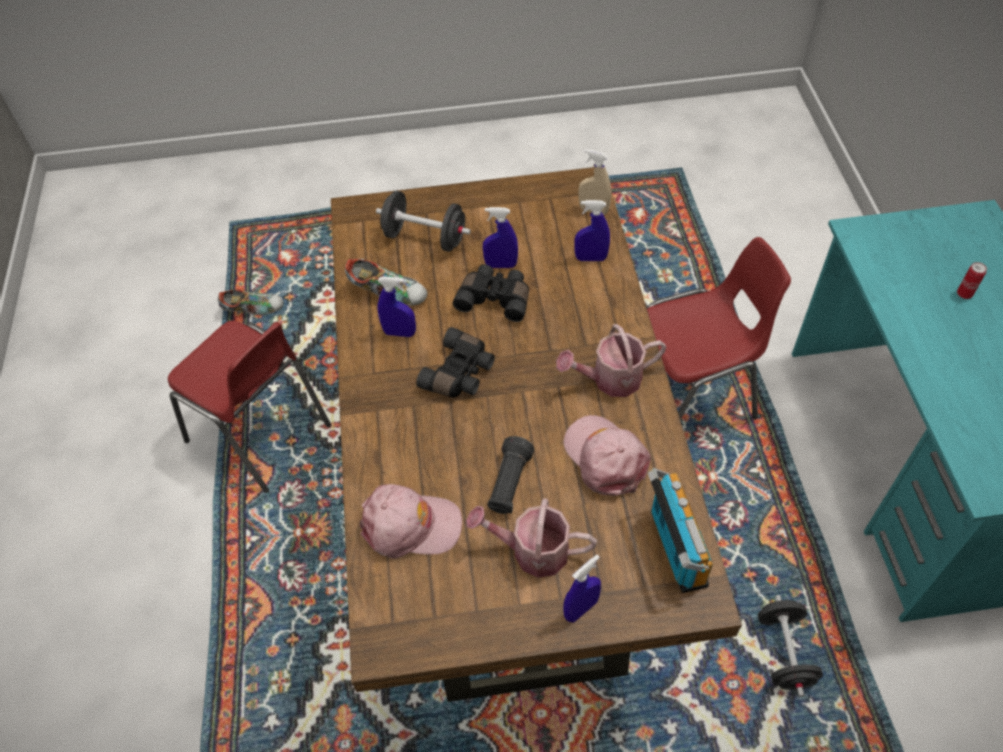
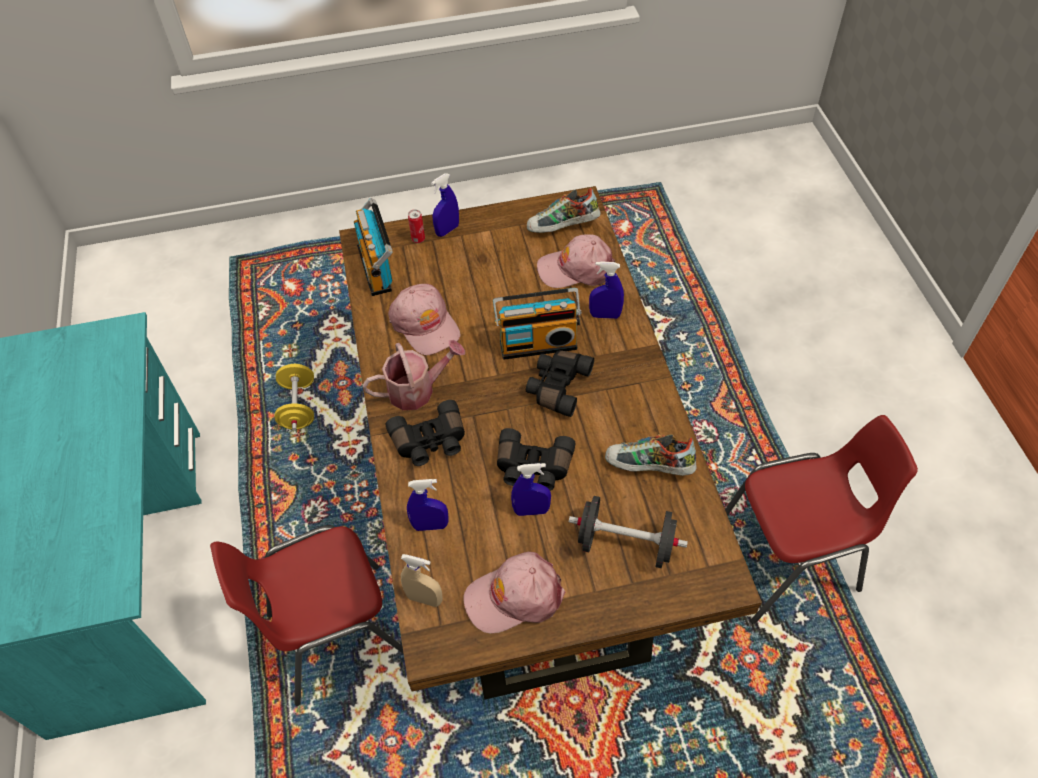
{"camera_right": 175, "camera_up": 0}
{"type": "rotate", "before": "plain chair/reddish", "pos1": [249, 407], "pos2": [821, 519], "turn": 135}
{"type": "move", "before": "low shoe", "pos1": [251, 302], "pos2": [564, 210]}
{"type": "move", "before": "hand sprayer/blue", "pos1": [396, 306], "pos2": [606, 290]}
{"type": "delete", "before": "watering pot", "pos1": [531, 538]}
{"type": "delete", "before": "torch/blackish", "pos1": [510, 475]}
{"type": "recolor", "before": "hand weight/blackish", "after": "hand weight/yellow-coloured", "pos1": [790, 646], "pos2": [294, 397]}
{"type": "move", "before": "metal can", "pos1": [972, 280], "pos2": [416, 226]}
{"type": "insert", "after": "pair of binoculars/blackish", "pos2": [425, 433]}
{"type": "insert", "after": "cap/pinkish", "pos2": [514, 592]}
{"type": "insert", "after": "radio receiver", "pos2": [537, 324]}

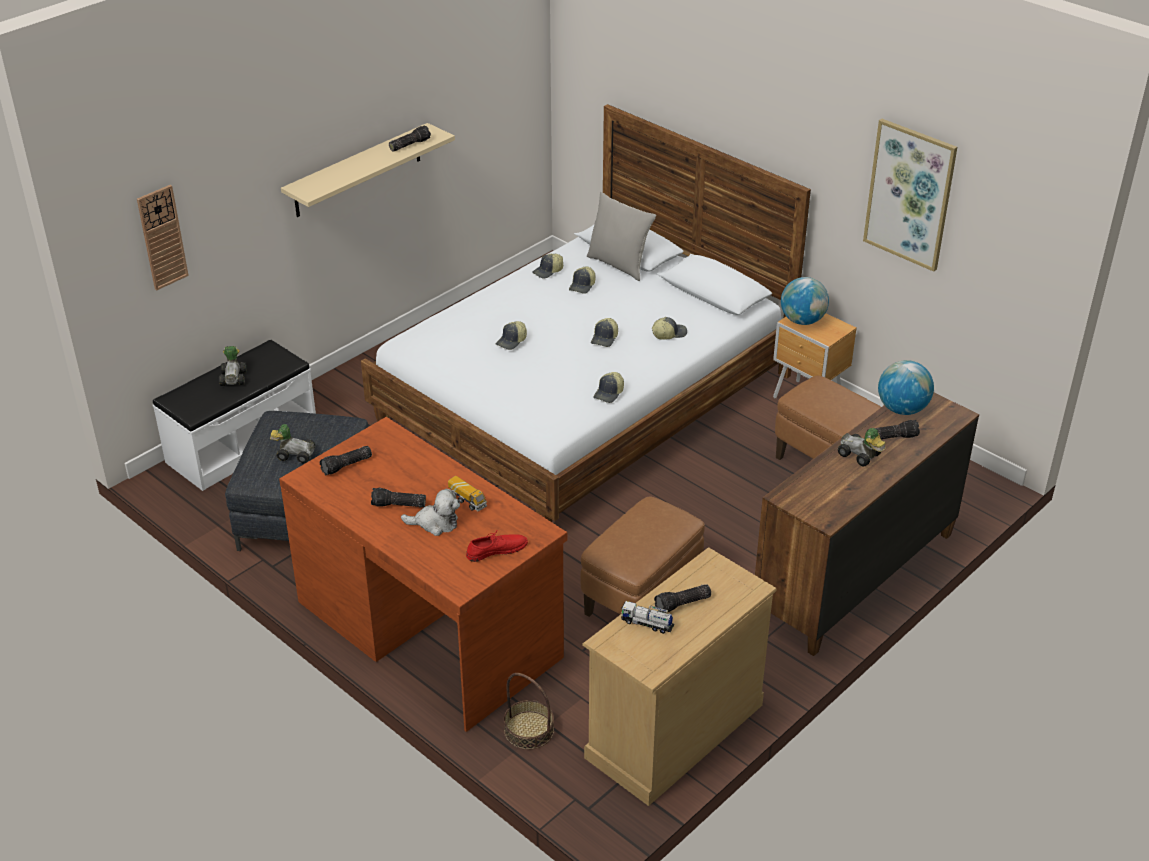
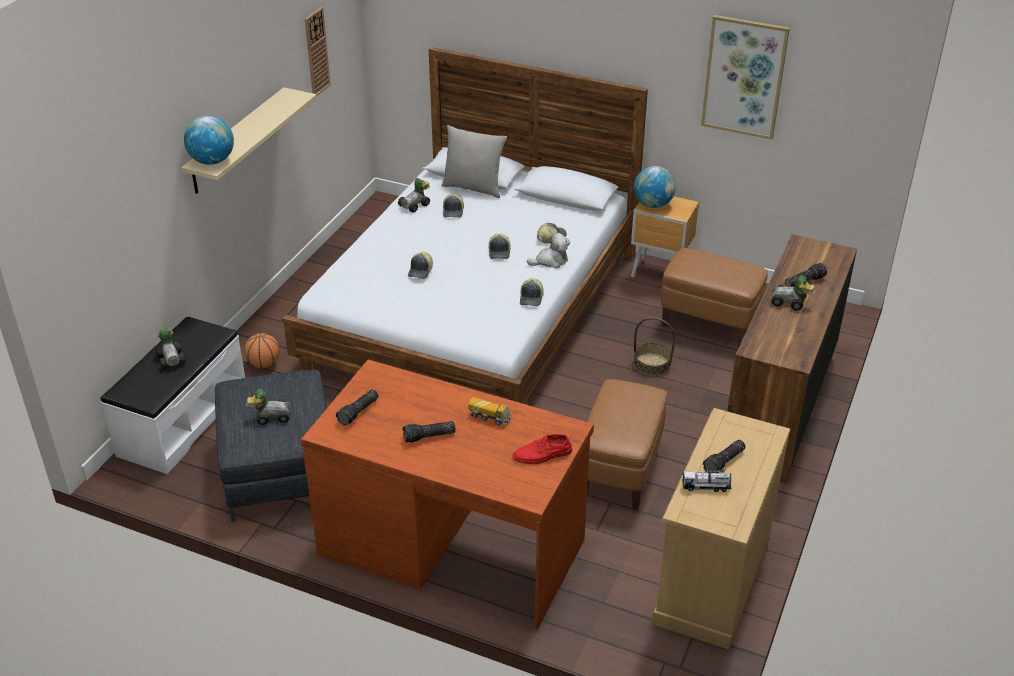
{"camera_right": -20, "camera_up": 0}
{"type": "move", "before": "clock on the wall", "pos1": [163, 237], "pos2": [318, 51]}
{"type": "delete", "before": "torch", "pos1": [410, 138]}
{"type": "move", "before": "plush toy", "pos1": [430, 512], "pos2": [548, 251]}
{"type": "rotate", "before": "low shoe/reddish", "pos1": [497, 546], "pos2": [542, 449], "turn": -150}
{"type": "move", "before": "basket", "pos1": [529, 711], "pos2": [654, 346]}
{"type": "replace", "before": "cap", "after": "miniature car", "pos1": [547, 266], "pos2": [414, 195]}
{"type": "move", "before": "world globe", "pos1": [906, 387], "pos2": [209, 140]}
{"type": "insert", "after": "ball for basketball", "pos2": [262, 350]}

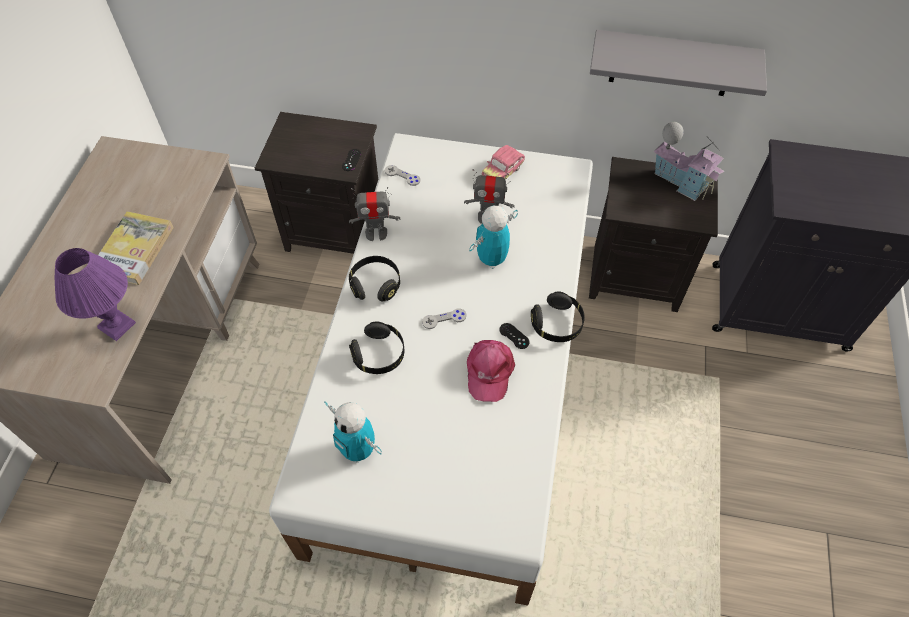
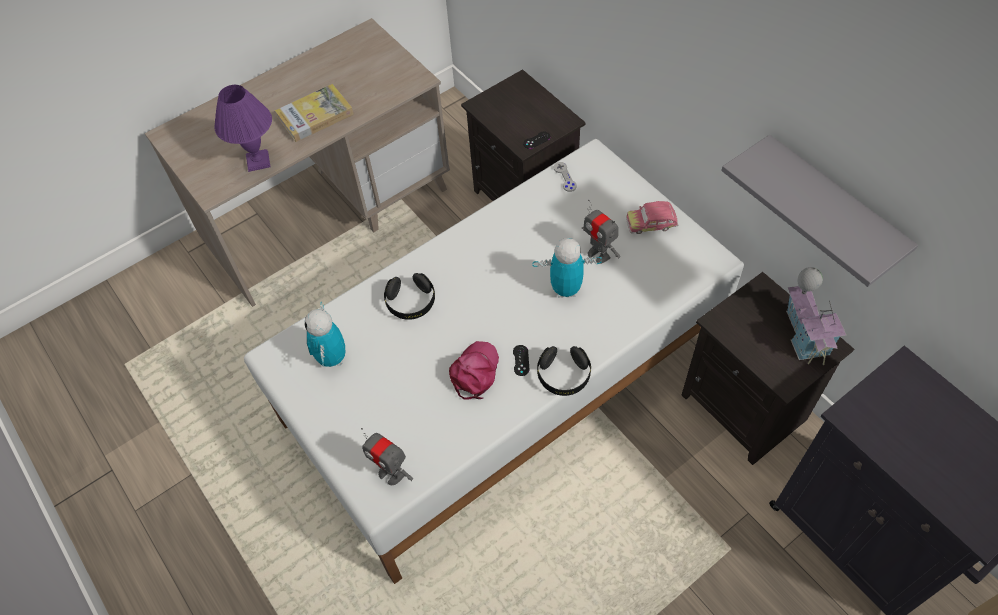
{"camera_right": 45, "camera_up": 0}
{"type": "move", "before": "robot figure", "pos1": [374, 214], "pos2": [387, 456]}
{"type": "delete", "before": "headset/blackish", "pos1": [374, 278]}
{"type": "delete", "before": "game controller/greyish", "pos1": [444, 318]}
{"type": "rotate", "before": "cap/pinkish", "pos1": [491, 371], "pos2": [474, 370], "turn": 150}

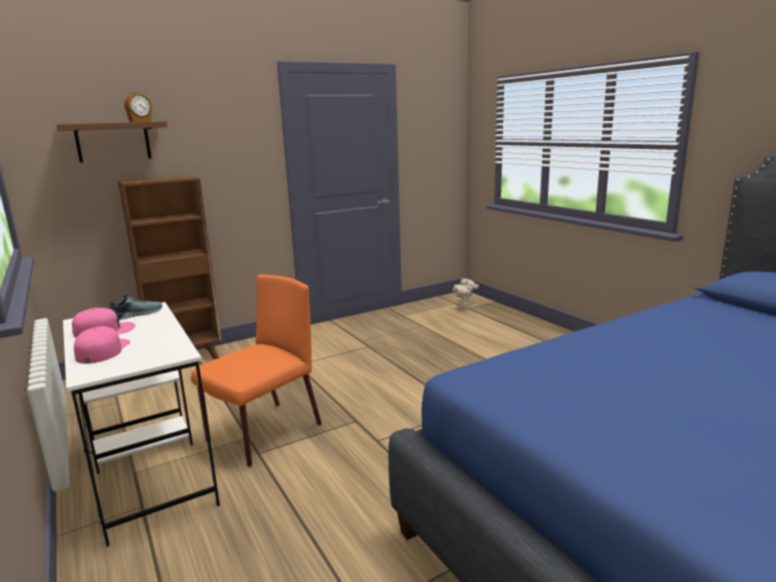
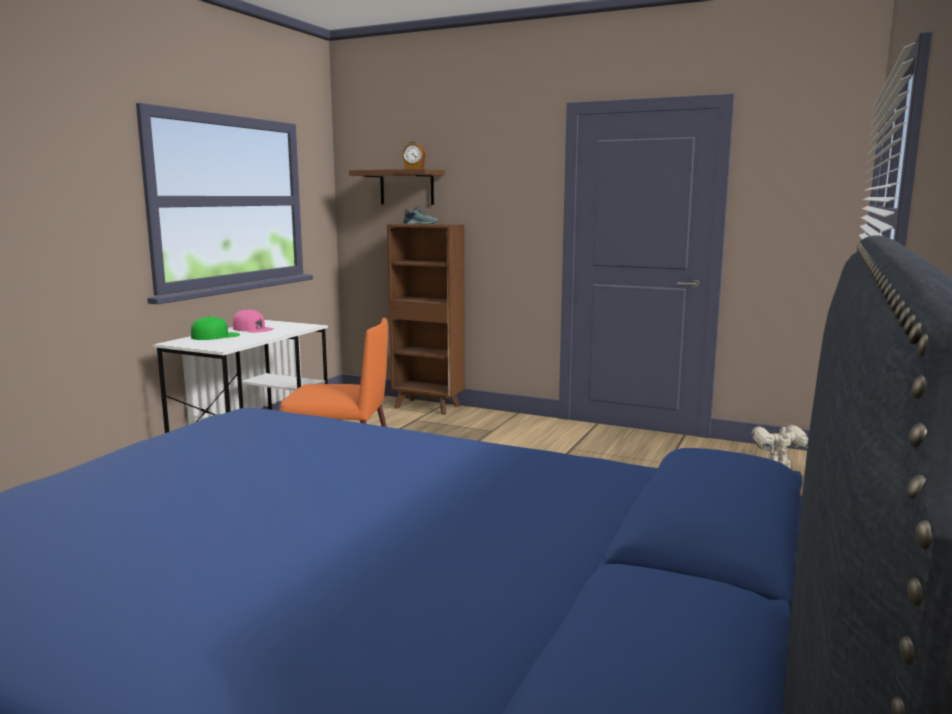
{"camera_right": 55, "camera_up": -5}
{"type": "recolor", "before": "cap/pinkish", "after": "cap/greenish", "pos1": [102, 345], "pos2": [215, 328]}
{"type": "move", "before": "low shoe", "pos1": [135, 307], "pos2": [420, 215]}

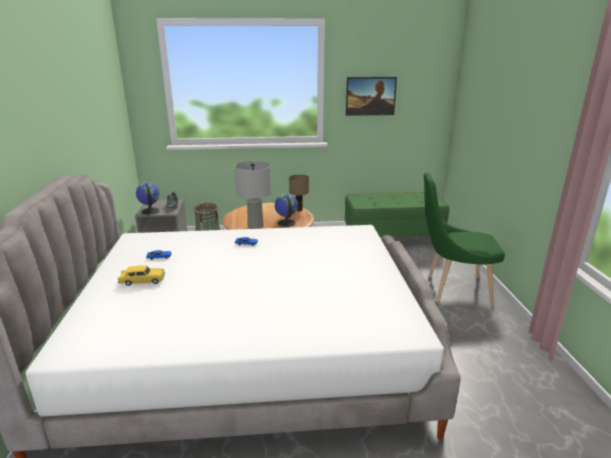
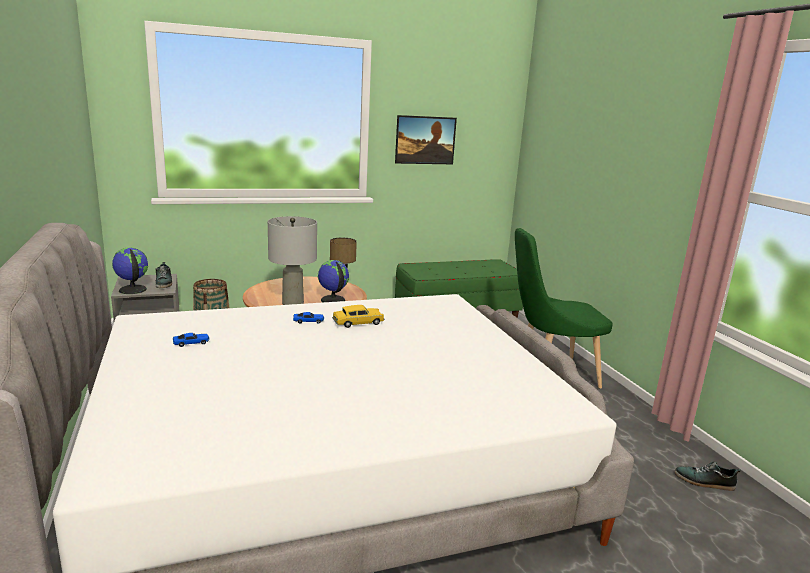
{"camera_right": -15, "camera_up": -5}
{"type": "move", "before": "miniature car/yellow-coloured", "pos1": [141, 275], "pos2": [358, 316]}
{"type": "insert", "after": "low shoe", "pos2": [708, 476]}

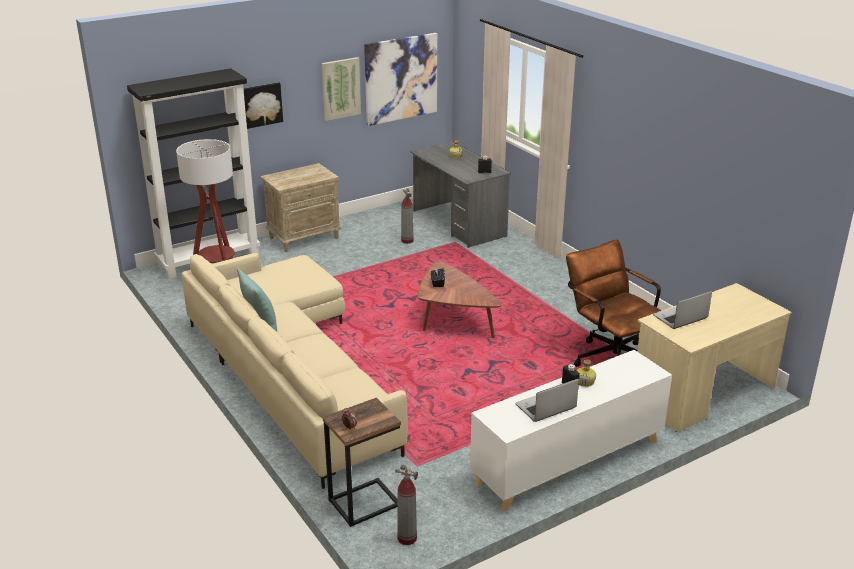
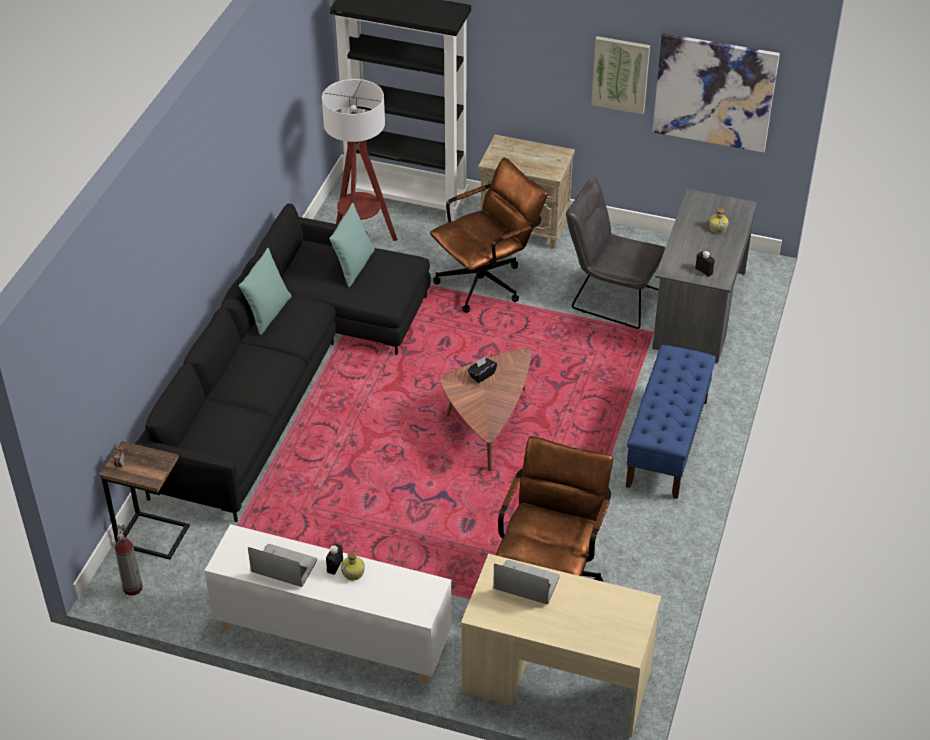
{"camera_right": 50, "camera_up": 15}
{"type": "recolor", "before": "settee/beige", "after": "settee/blackish", "pos1": [295, 371], "pos2": [283, 363]}
{"type": "delete", "before": "picture", "pos1": [263, 105]}
{"type": "replace", "before": "extinguisher", "after": "plain chair/greyish", "pos1": [407, 216], "pos2": [615, 253]}
{"type": "insert", "after": "pillow/turquoise", "pos2": [351, 245]}
{"type": "insert", "after": "desk chair/brown", "pos2": [489, 235]}
{"type": "insert", "after": "long seat/blue", "pos2": [671, 422]}

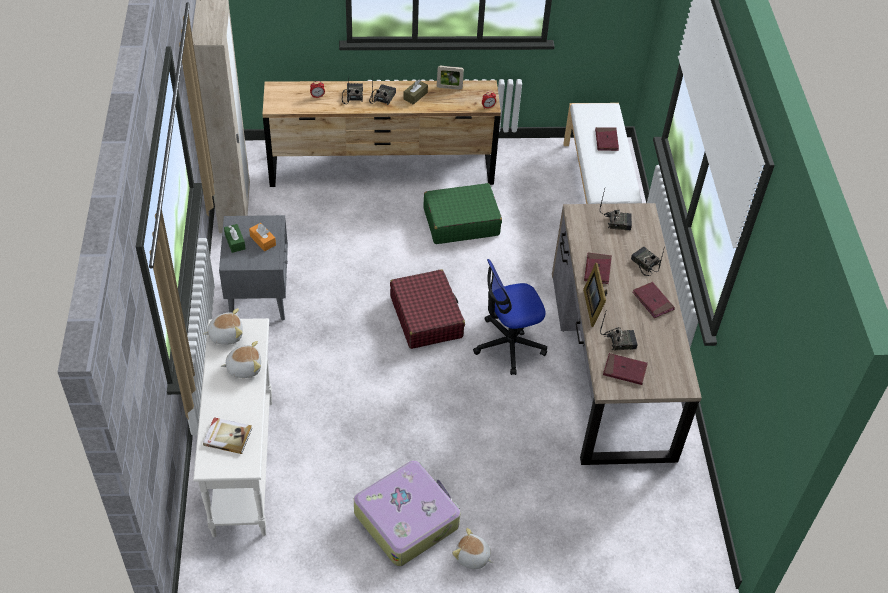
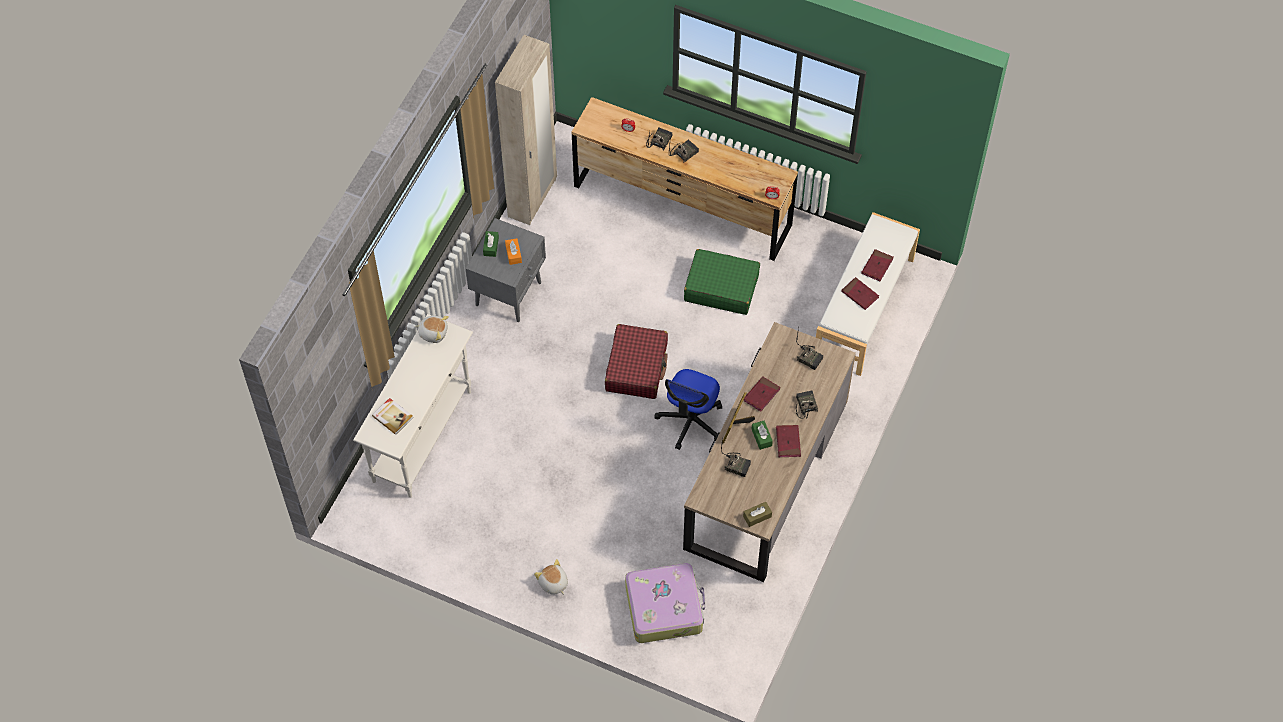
{"camera_right": 30, "camera_up": 10}
{"type": "delete", "before": "plush toy", "pos1": [241, 359]}
{"type": "move", "before": "travel case", "pos1": [407, 513], "pos2": [665, 603]}
{"type": "move", "before": "box of tissues/brown", "pos1": [415, 92], "pos2": [757, 514]}
{"type": "delete", "before": "photo frame", "pos1": [450, 78]}
{"type": "rotate", "before": "desk chair", "pos1": [510, 317], "pos2": [688, 409], "turn": -75}
{"type": "move", "before": "bound book/reddish", "pos1": [625, 369], "pos2": [860, 293]}
{"type": "insert", "after": "box of tissues/greenish", "pos2": [762, 435]}

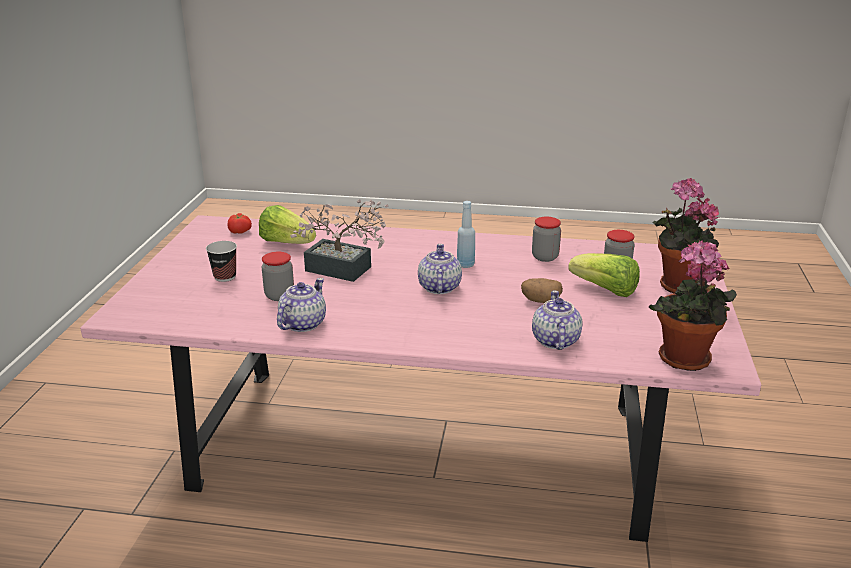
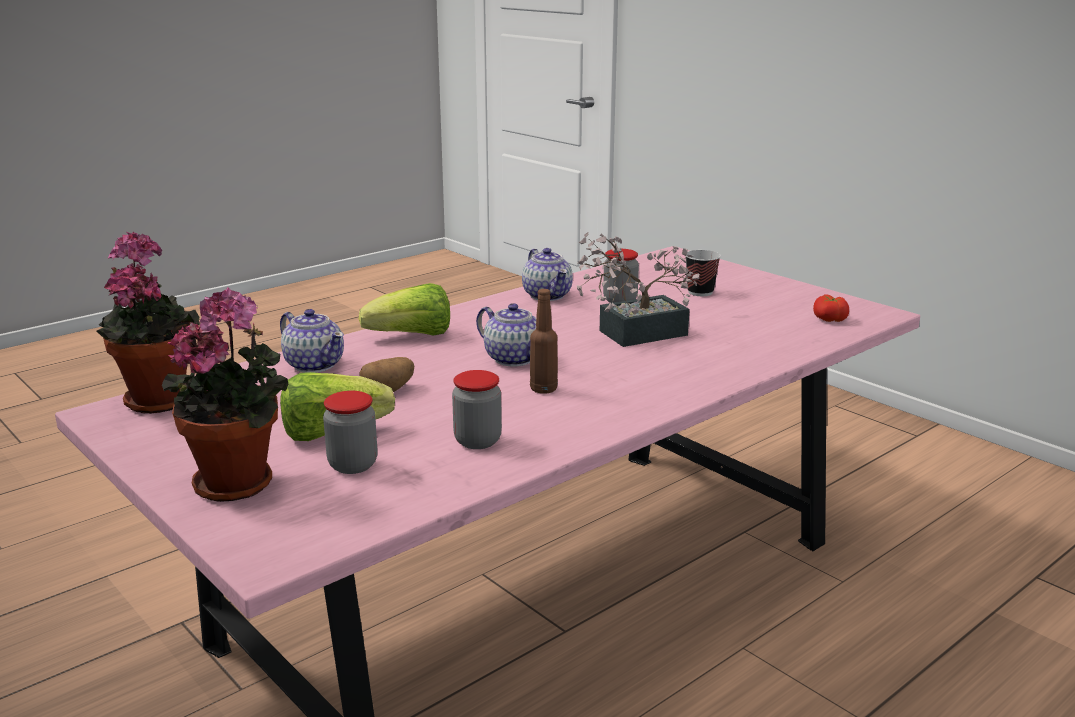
{"camera_right": 130, "camera_up": -5}
{"type": "move", "before": "lettuce head", "pos1": [287, 224], "pos2": [404, 309]}
{"type": "recolor", "before": "beverage bottle/blue", "after": "beverage bottle/brown", "pos1": [466, 234], "pos2": [544, 341]}

